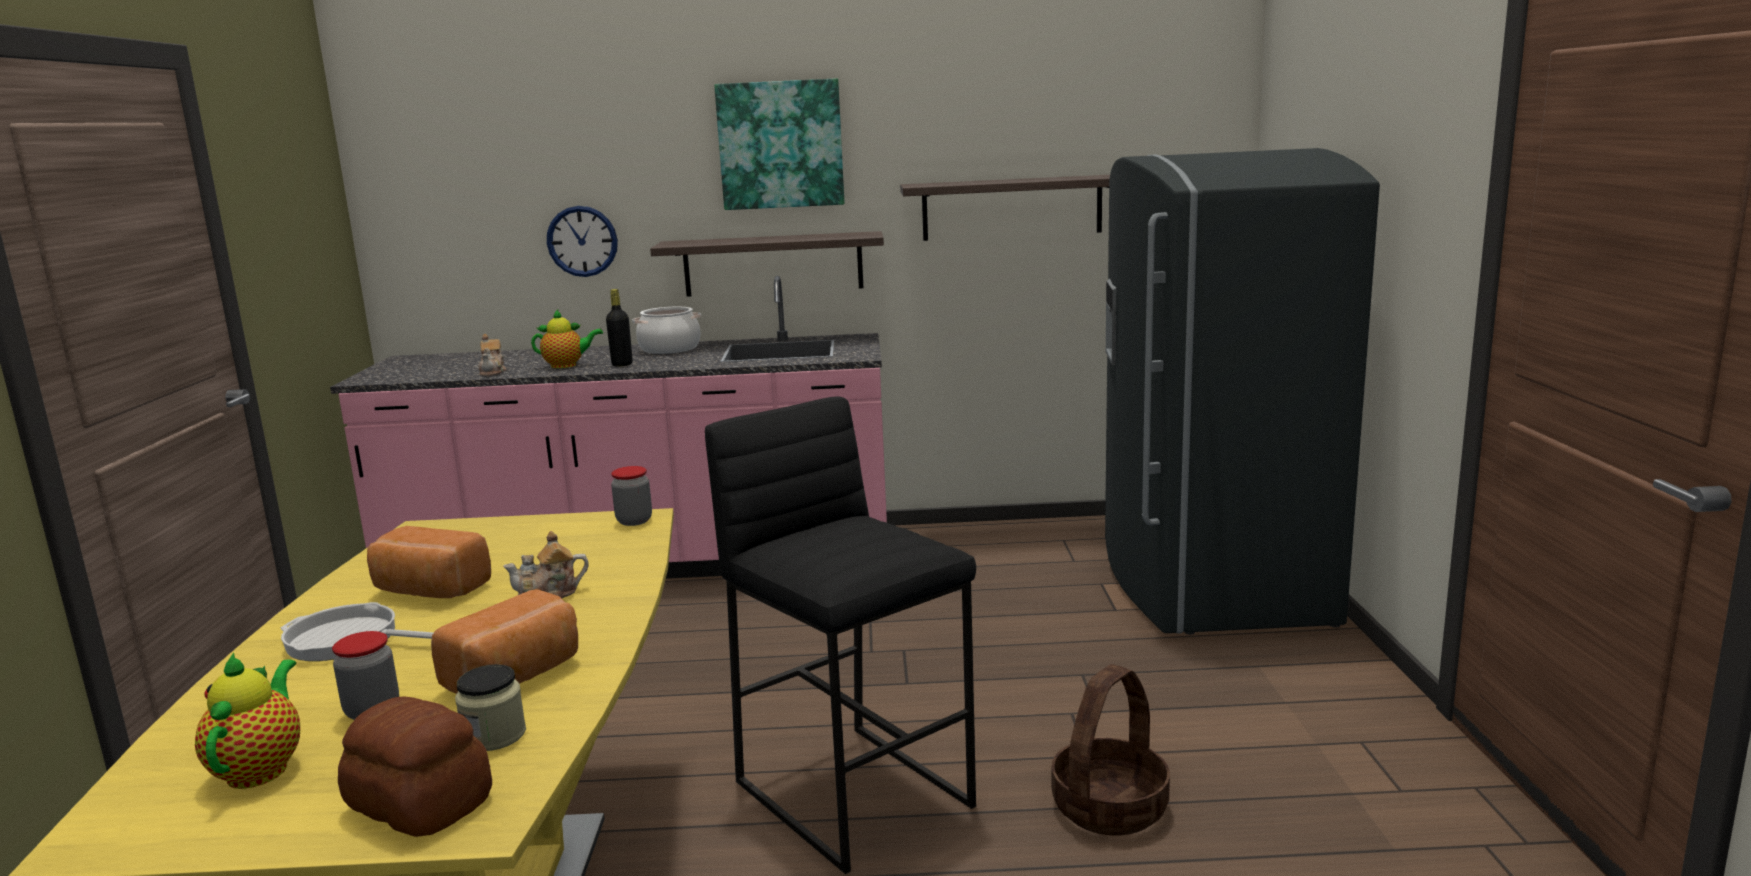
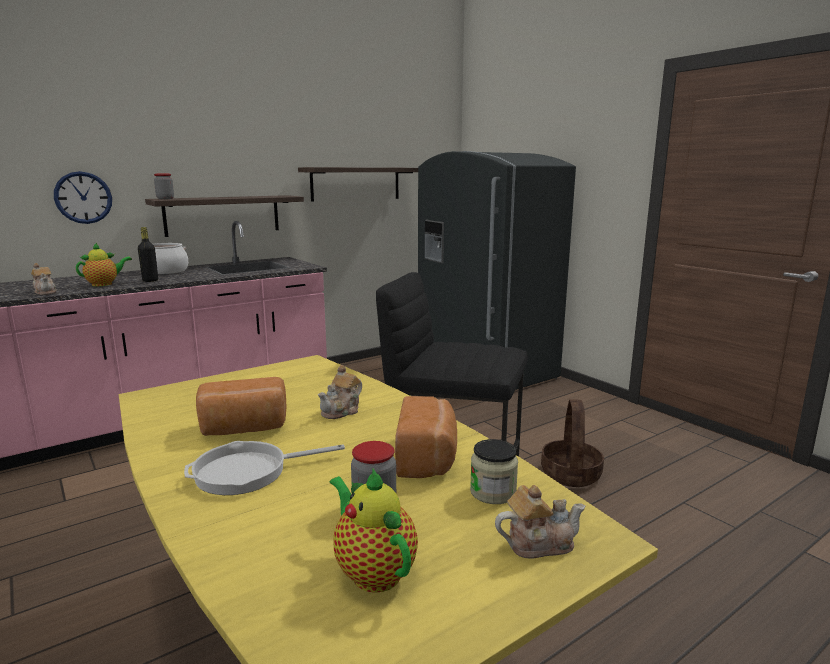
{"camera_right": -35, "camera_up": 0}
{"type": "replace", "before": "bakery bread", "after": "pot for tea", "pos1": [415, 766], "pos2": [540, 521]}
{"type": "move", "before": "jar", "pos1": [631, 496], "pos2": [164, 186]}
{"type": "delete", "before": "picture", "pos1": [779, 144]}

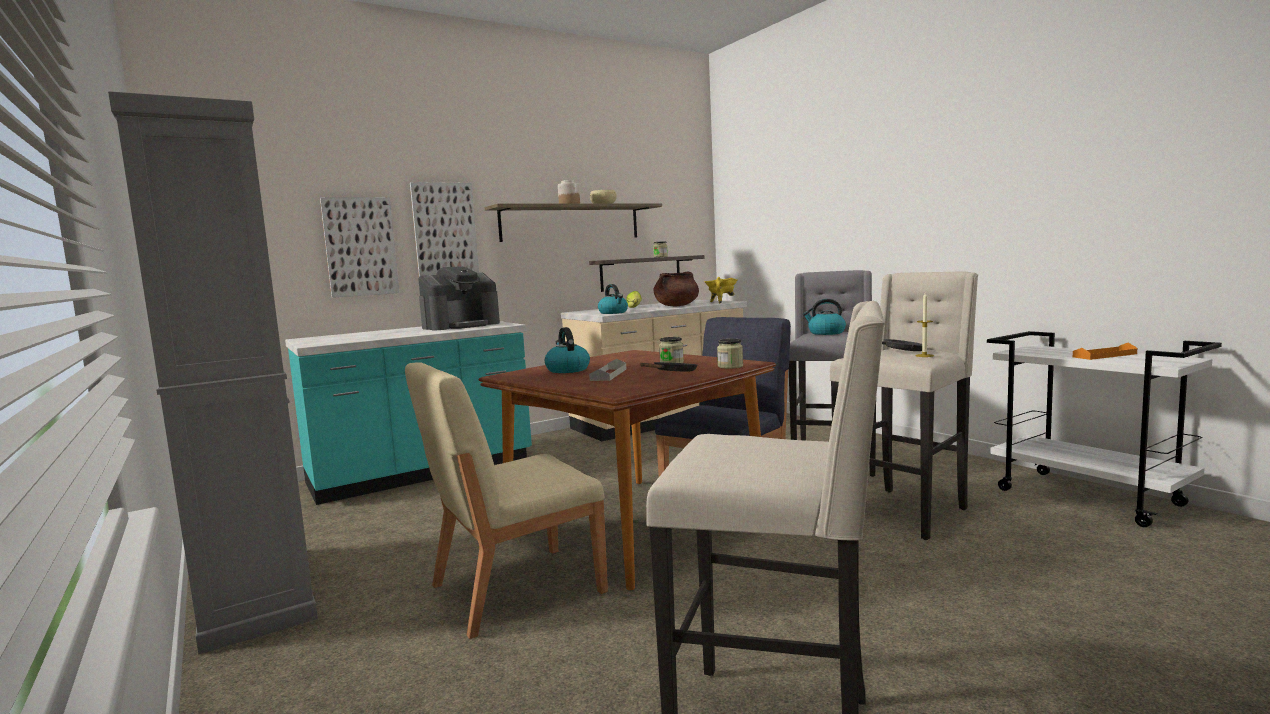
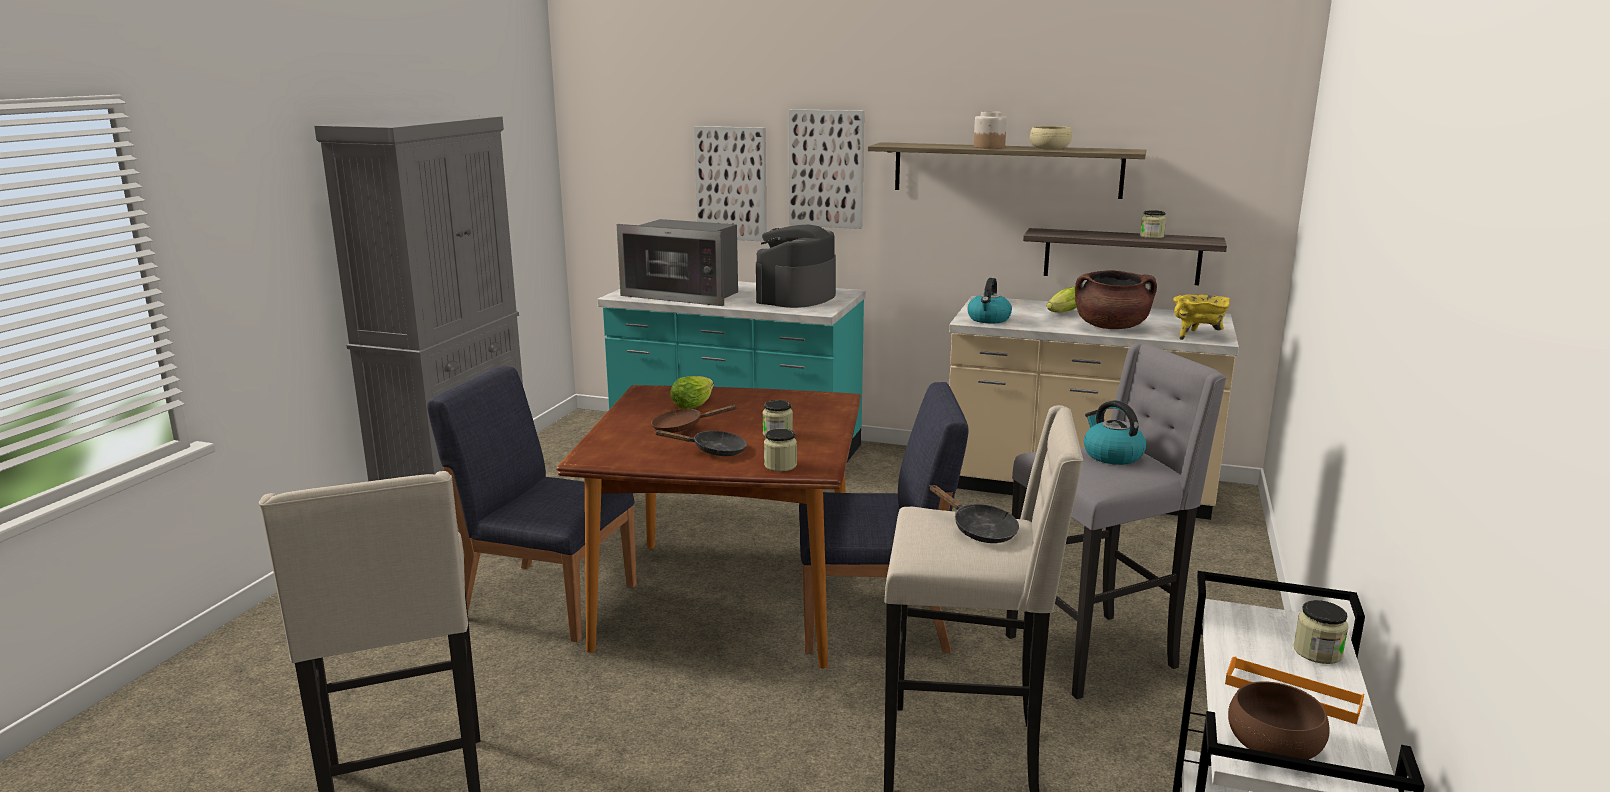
{"camera_right": 50, "camera_up": 10}
{"type": "recolor", "before": "plain chair/beige", "after": "plain chair/blue", "pos1": [506, 500], "pos2": [532, 504]}
{"type": "rotate", "before": "coffee machine", "pos1": [459, 298], "pos2": [796, 266], "turn": 105}
{"type": "replace", "before": "tea kettle", "after": "lettuce head", "pos1": [567, 350], "pos2": [692, 392]}
{"type": "replace", "before": "tray/greyish", "after": "pan/brown", "pos1": [607, 370], "pos2": [694, 419]}
{"type": "delete", "before": "candle", "pos1": [924, 325]}
{"type": "insert", "after": "microwave oven", "pos2": [677, 262]}
{"type": "insert", "after": "bowl/brown", "pos2": [1279, 720]}
{"type": "insert", "after": "jar", "pos2": [1321, 632]}

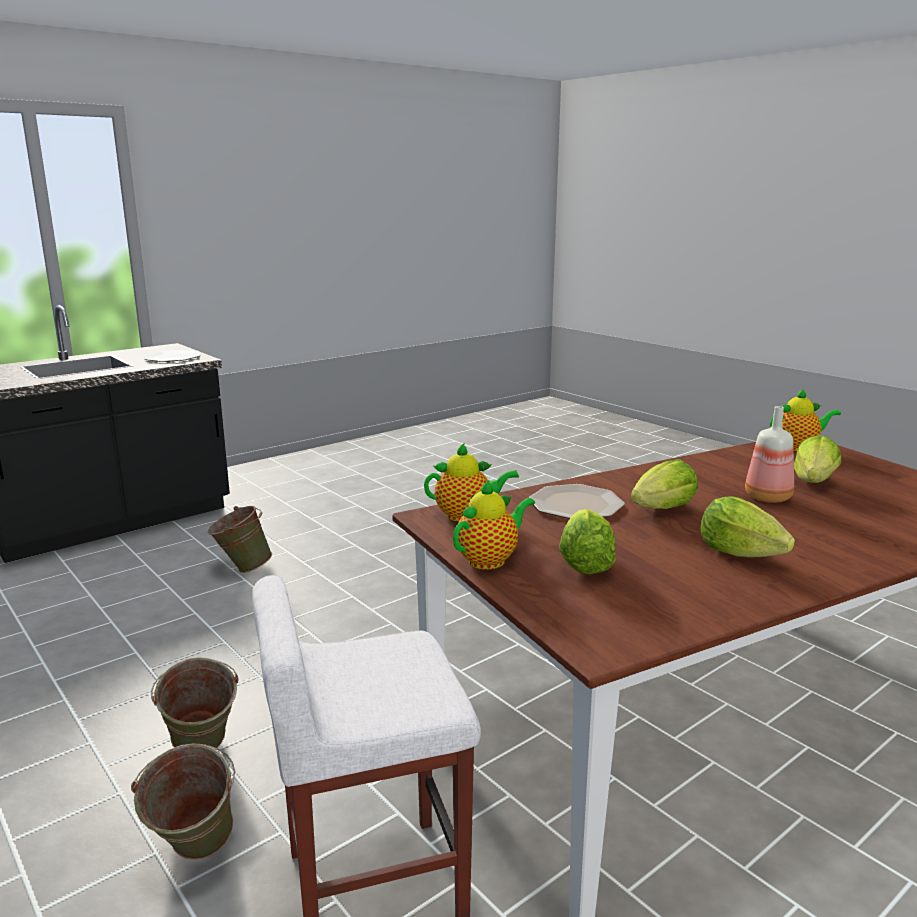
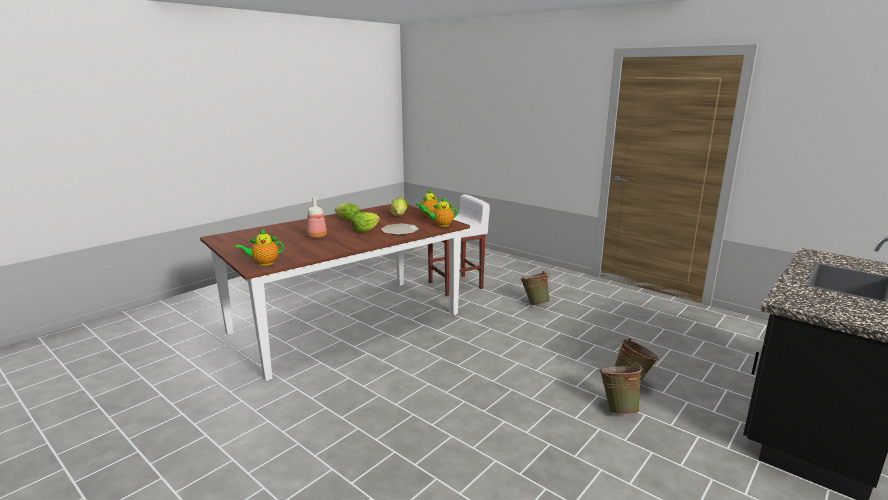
{"camera_right": 170, "camera_up": 0}
{"type": "move", "before": "water bucket/greenish", "pos1": [183, 801], "pos2": [622, 390]}
{"type": "delete", "before": "flat dish", "pos1": [172, 356]}
{"type": "delete", "before": "lettuce head", "pos1": [818, 459]}

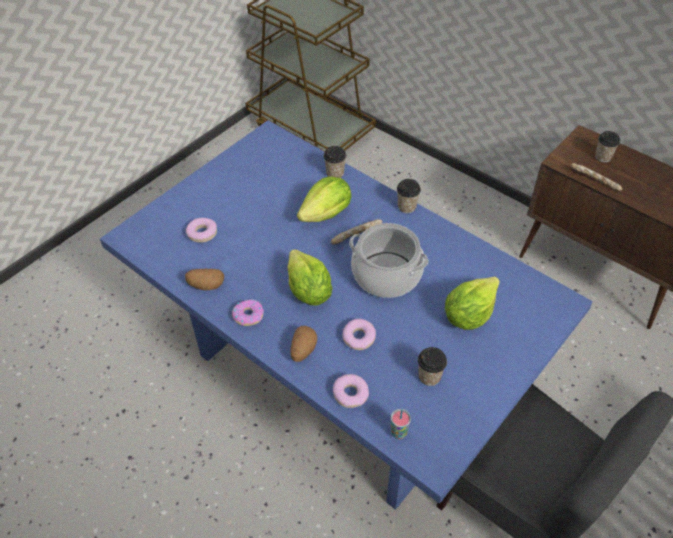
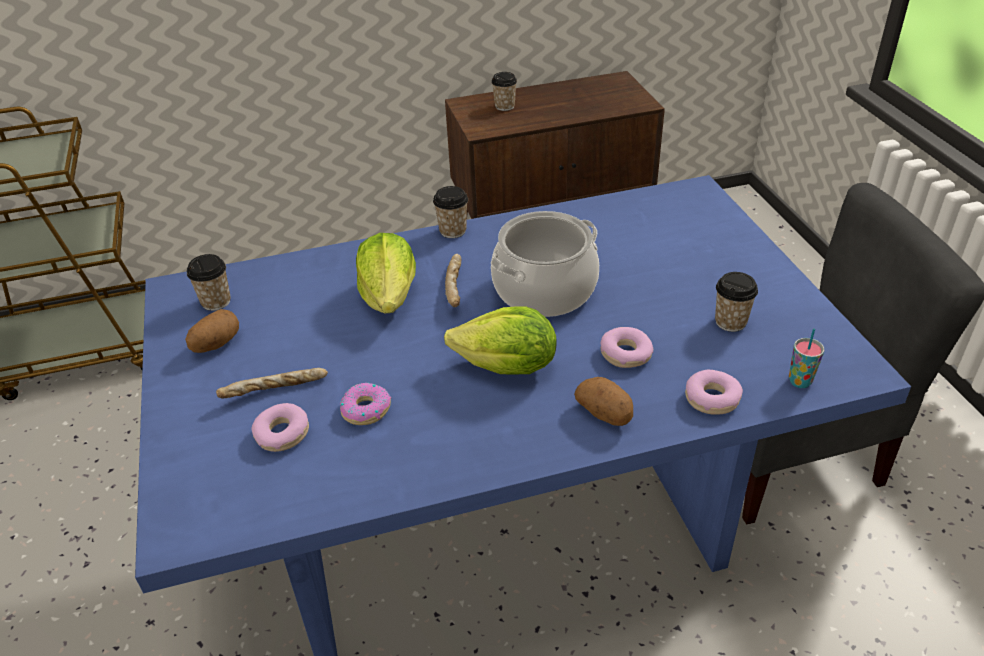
{"camera_right": -55, "camera_up": -10}
{"type": "move", "before": "whole potato", "pos1": [204, 279], "pos2": [212, 331]}
{"type": "move", "before": "doughnut", "pos1": [248, 312], "pos2": [365, 404]}
{"type": "move", "before": "drinking cup", "pos1": [335, 162], "pos2": [209, 282]}
{"type": "delete", "before": "lettuce head", "pos1": [472, 303]}
{"type": "move", "before": "bakery bread", "pos1": [597, 177], "pos2": [272, 383]}

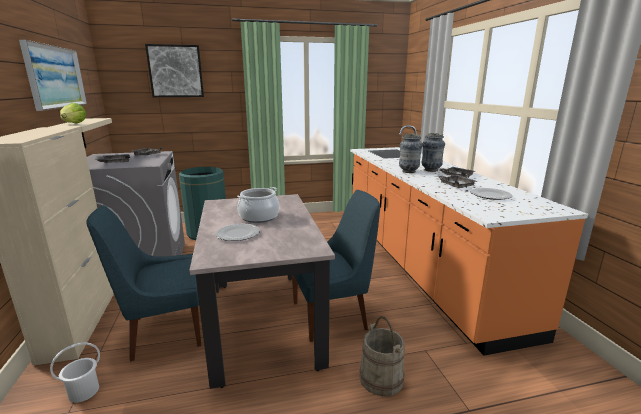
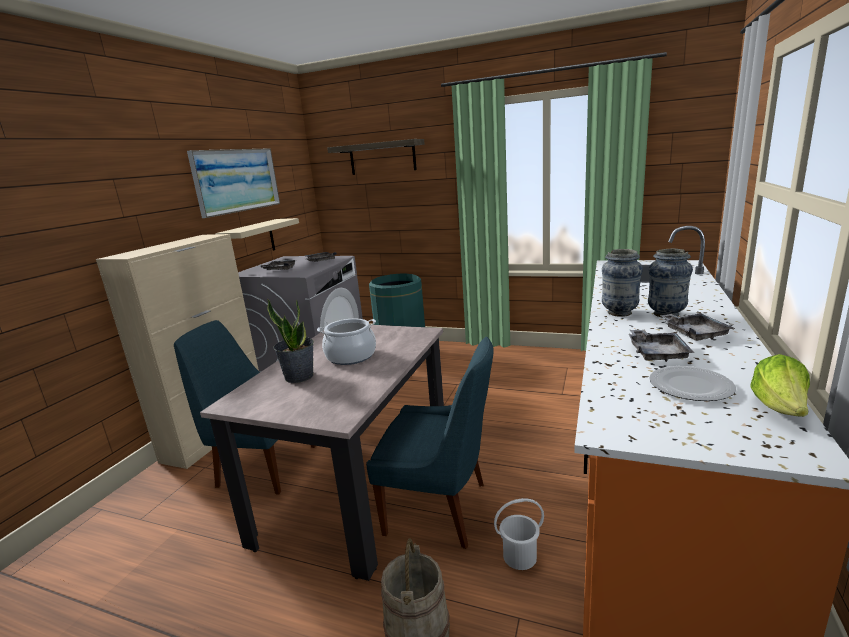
{"camera_right": 35, "camera_up": 0}
{"type": "move", "before": "water bucket/white-coloured", "pos1": [75, 372], "pos2": [519, 534]}
{"type": "move", "before": "lettuce head", "pos1": [73, 113], "pos2": [780, 385]}
{"type": "replace", "before": "picture", "after": "wall shelf", "pos1": [174, 70], "pos2": [376, 157]}
{"type": "replace", "before": "flat dish", "after": "plant in a pot", "pos1": [237, 232], "pos2": [290, 340]}

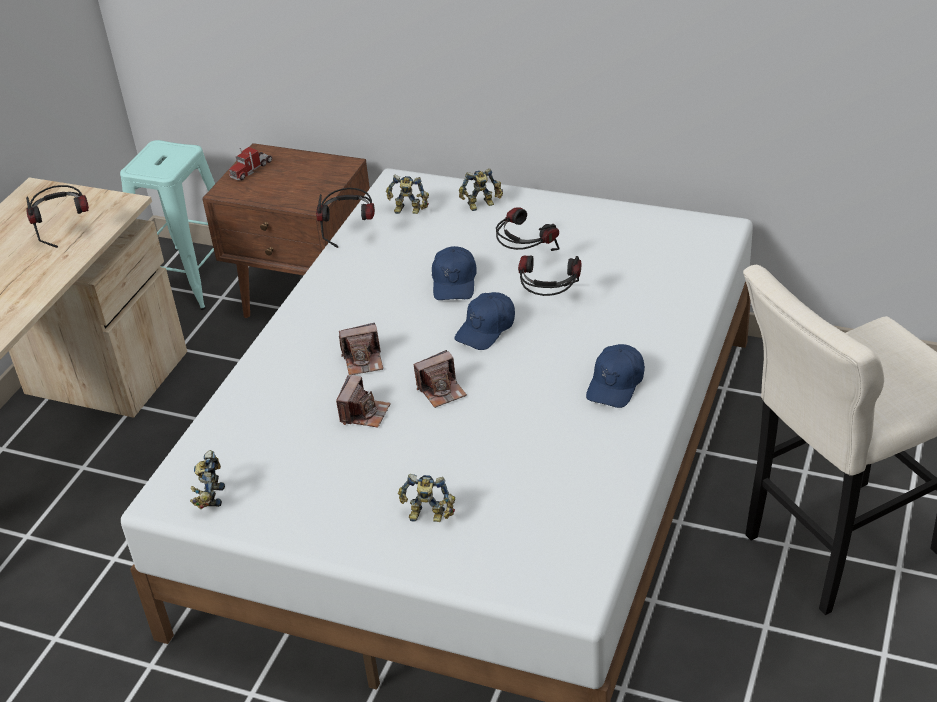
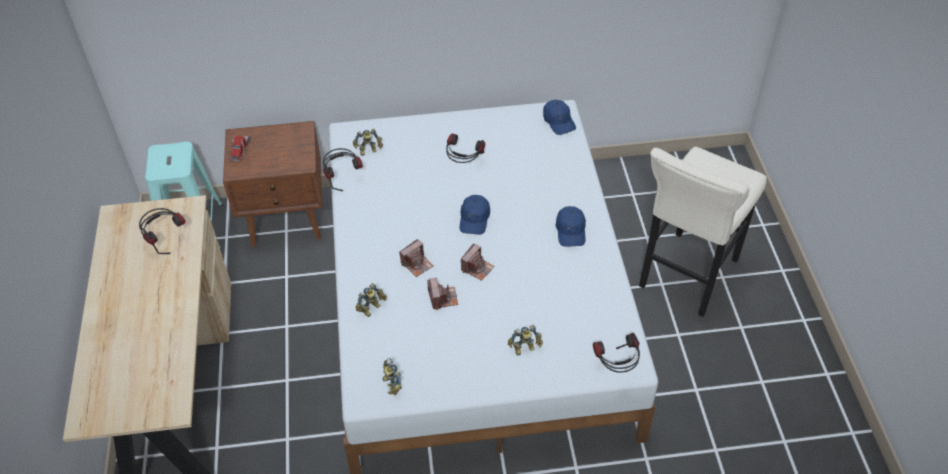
{"camera_right": -30, "camera_up": 10}
{"type": "move", "before": "cap/blue", "pos1": [454, 273], "pos2": [559, 117]}
{"type": "move", "before": "robot figure", "pos1": [481, 189], "pos2": [371, 300]}
{"type": "move", "before": "headset", "pos1": [549, 275], "pos2": [616, 353]}

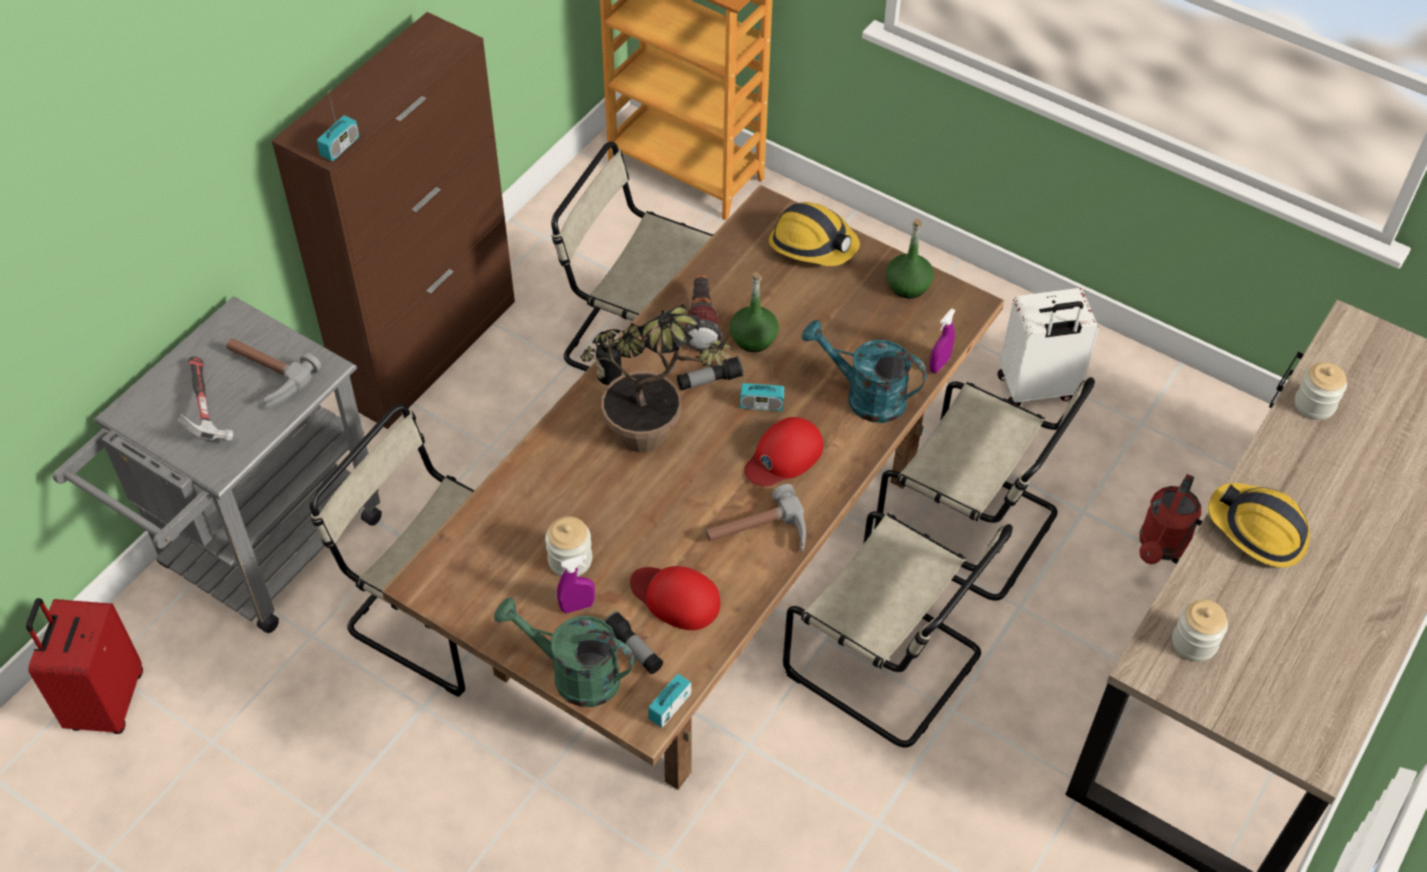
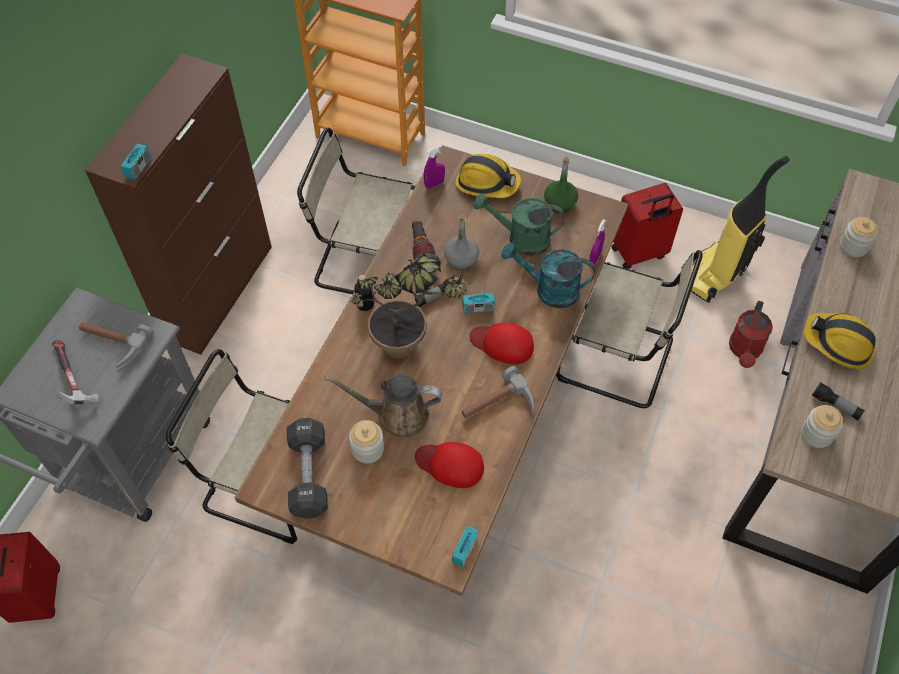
{"camera_right": -10, "camera_up": 5}
{"type": "move", "before": "watering pot/greenish", "pos1": [564, 652], "pos2": [519, 224]}
{"type": "move", "before": "hand sprayer/purple", "pos1": [576, 584], "pos2": [434, 166]}
{"type": "move", "before": "torch", "pos1": [633, 642], "pos2": [838, 401]}
{"type": "recolor", "before": "beverage bottle/greenish", "after": "beverage bottle/greyish", "pos1": [754, 312], "pos2": [461, 242]}
{"type": "rotate", "before": "cap/reddish", "pos1": [783, 452], "pos2": [502, 343], "turn": 75}
{"type": "delete", "before": "plain chair/beige", "pos1": [898, 629]}
{"type": "recolor", "before": "travel case/white-coloured", "after": "travel case/reddish", "pos1": [1048, 347], "pos2": [647, 226]}
{"type": "insert", "after": "hand weight/blackish", "pos2": [307, 468]}
{"type": "insert", "after": "watering pot/brown", "pos2": [383, 406]}
{"type": "insert", "after": "vacuum cleaner", "pos2": [734, 229]}

